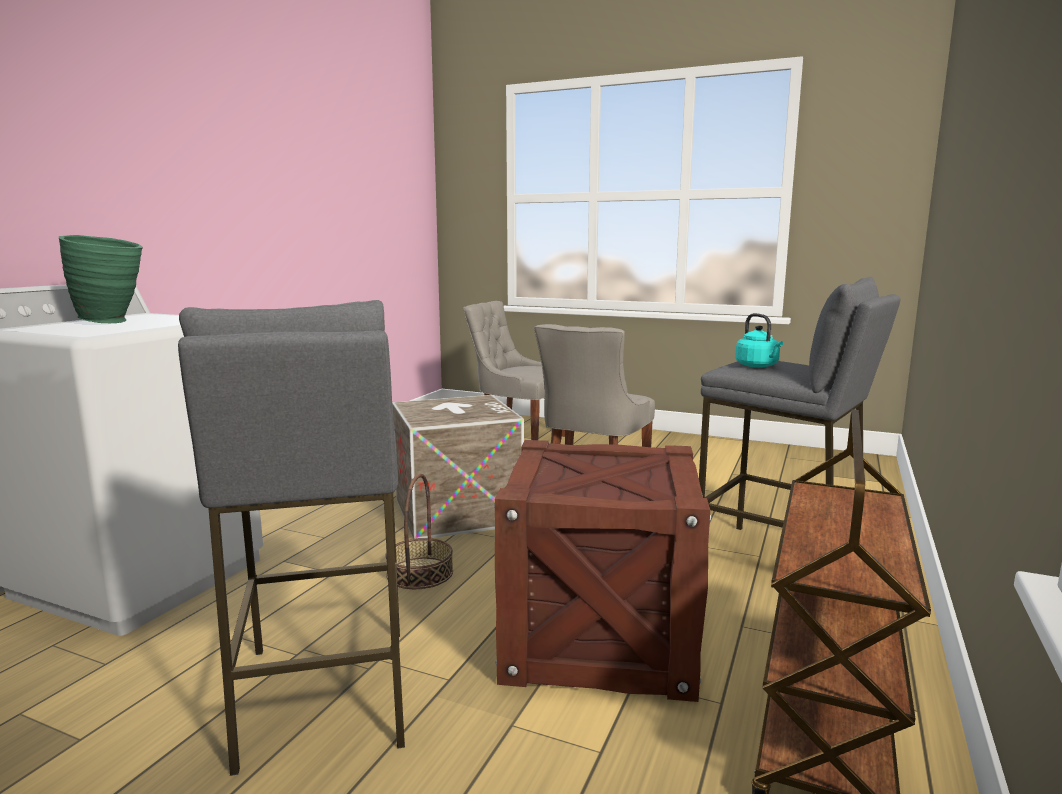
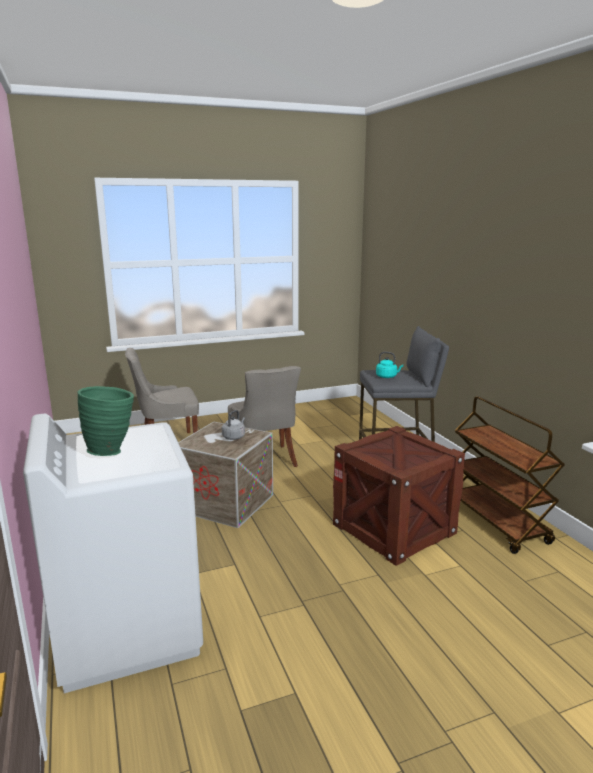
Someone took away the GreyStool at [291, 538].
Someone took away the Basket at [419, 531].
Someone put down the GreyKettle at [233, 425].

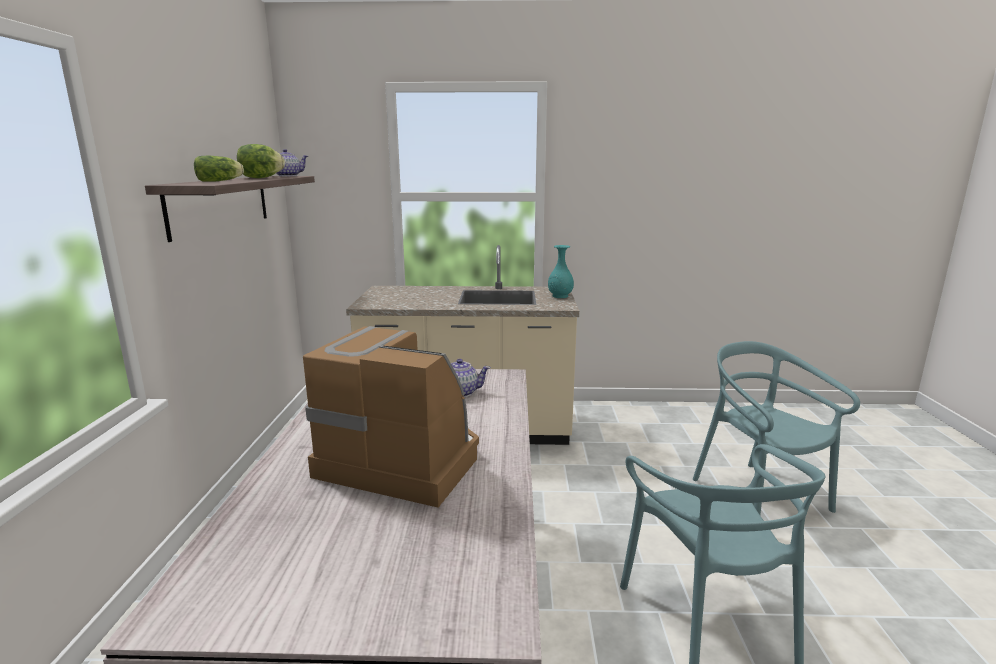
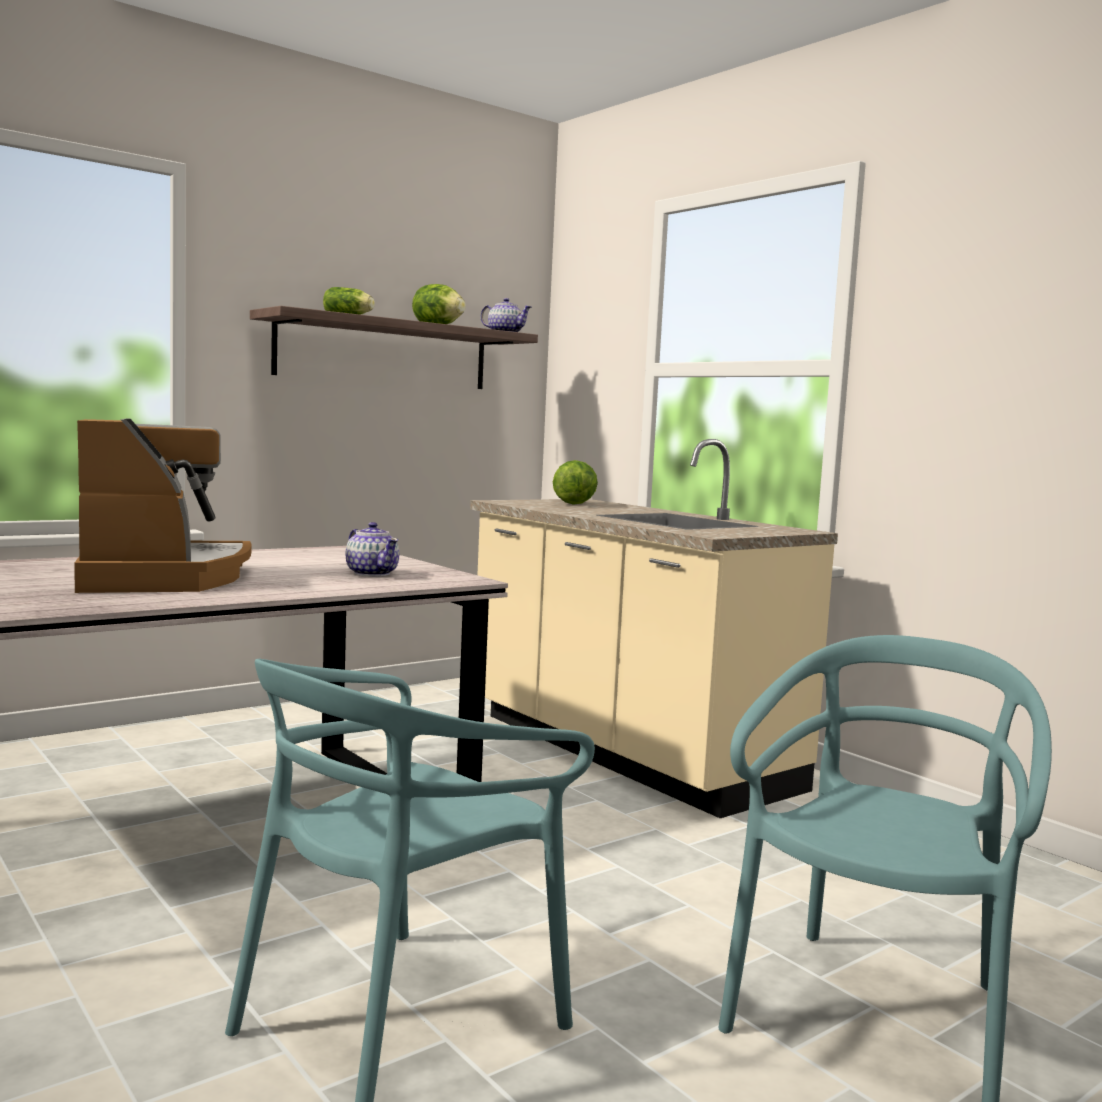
Someone took away the TurquoiseVase at [561, 271].
Someone put down the Lettuce at [575, 482].

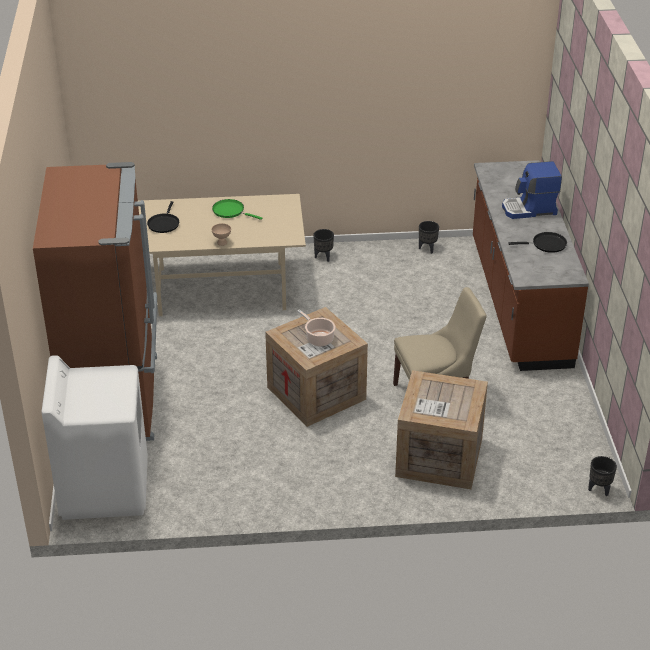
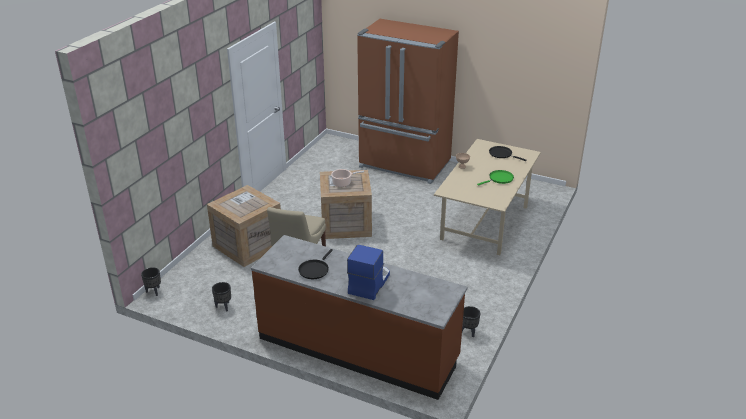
Someone took away the WhiteWashingMachine at [94, 437].
Someone carried the BlackPlanter from [323, 245] to [221, 297].

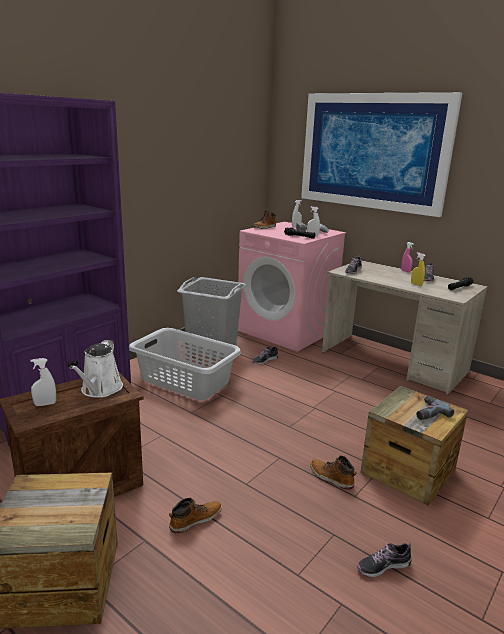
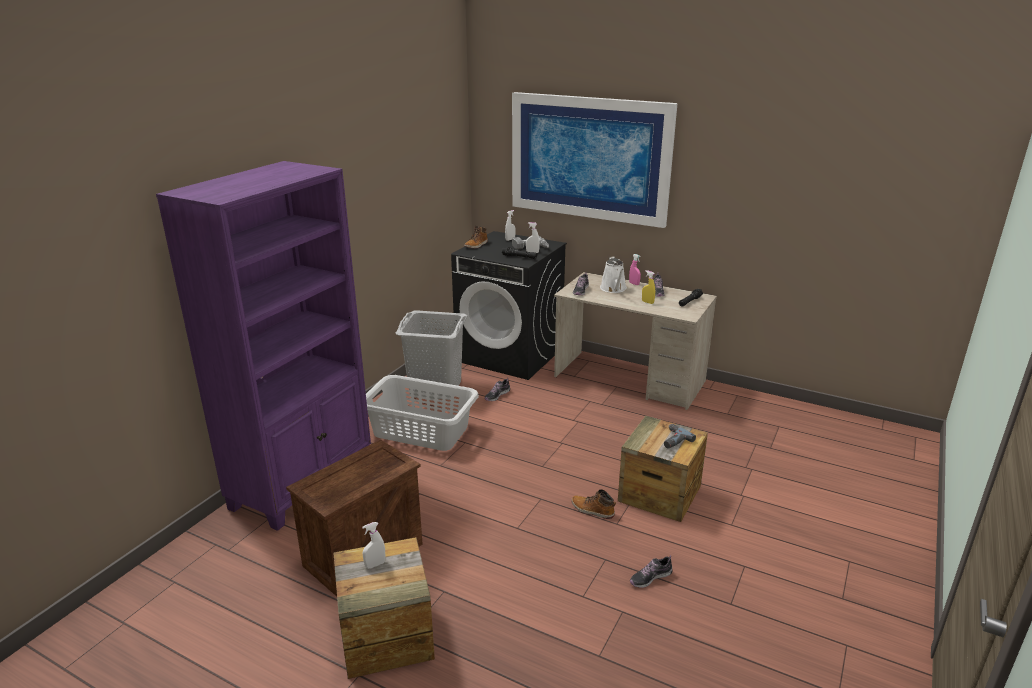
Someone carried the WhiteSprayBottle from [43, 382] to [374, 545].
Someone carried the WhiteWateringCan from [96, 369] to [613, 274].
Someone took away the Boot at [195, 515].
Someone repainted the PinkWashingMachine at [292, 287], which became the BlackWashingMachine at [509, 305].

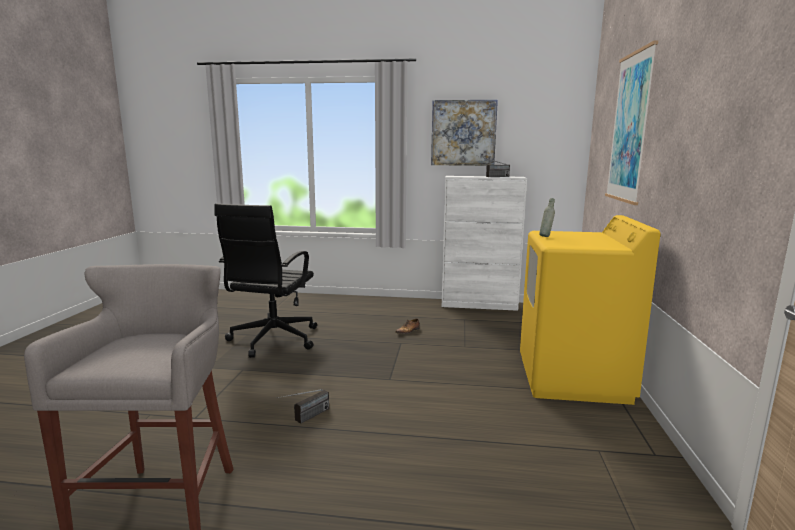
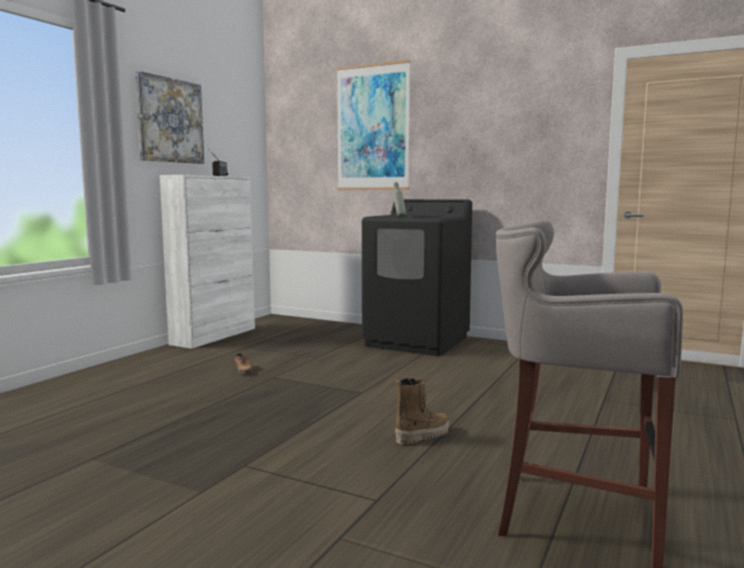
Someone took away the BlackOfficeChair at [265, 281].
Someone swapped the Radio at [302, 406] for the Boot at [422, 411].
Someone repainted the YellowWashingMachine at [590, 310], which became the BlackWashingMachine at [417, 277].

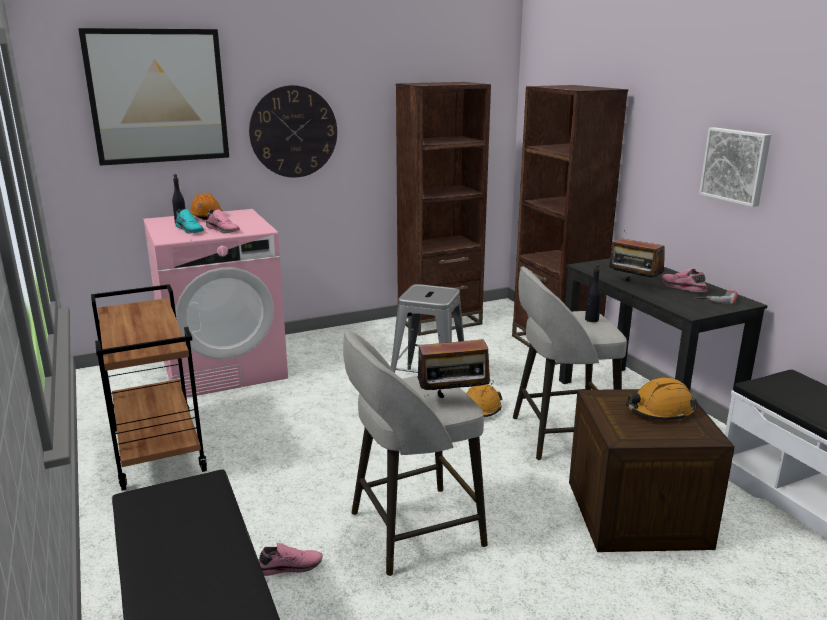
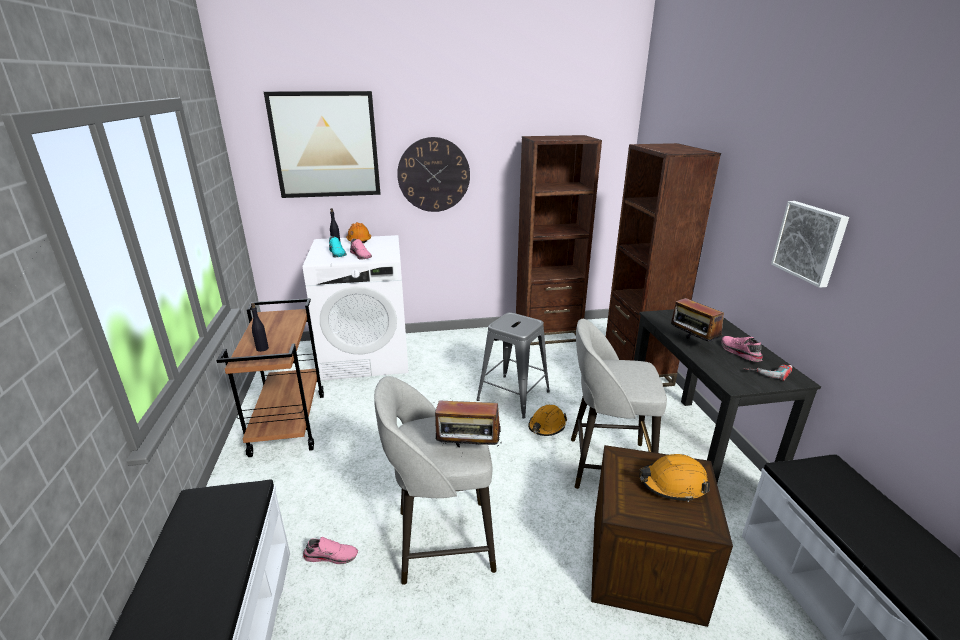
Someone repainted the PinkWashingMachine at [215, 303], which became the WhiteWashingMachine at [356, 308].
Someone carried the BlackBottle from [593, 293] to [260, 327].

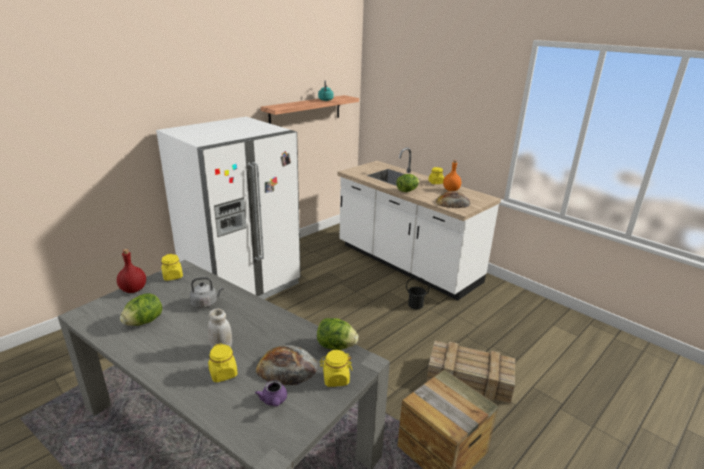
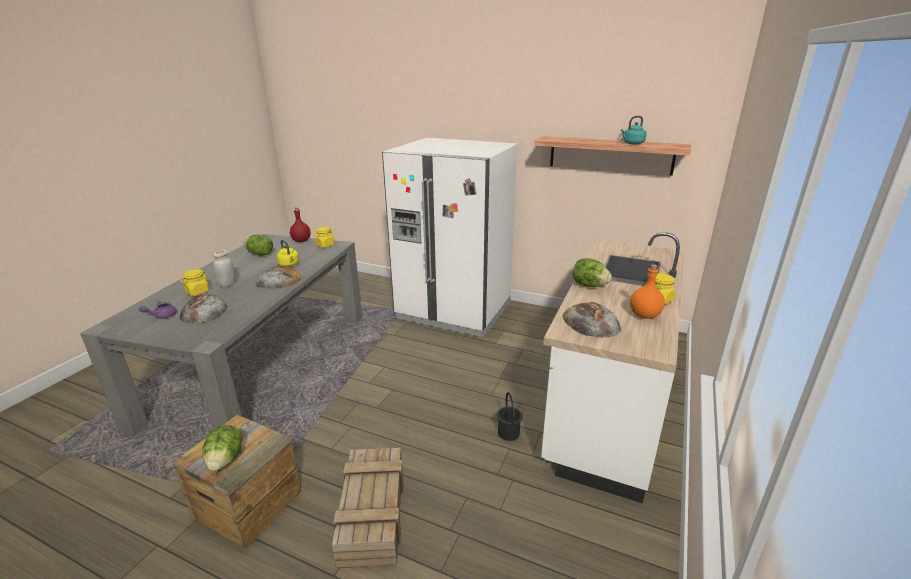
Someone repainted the GreyKettle at [207, 292], which became the YellowKettle at [287, 253].
Someone carried the Lettuce from [337, 334] to [222, 448].
Someone took away the YellowJar at [336, 368].
Someone put down the Bread at [278, 277].

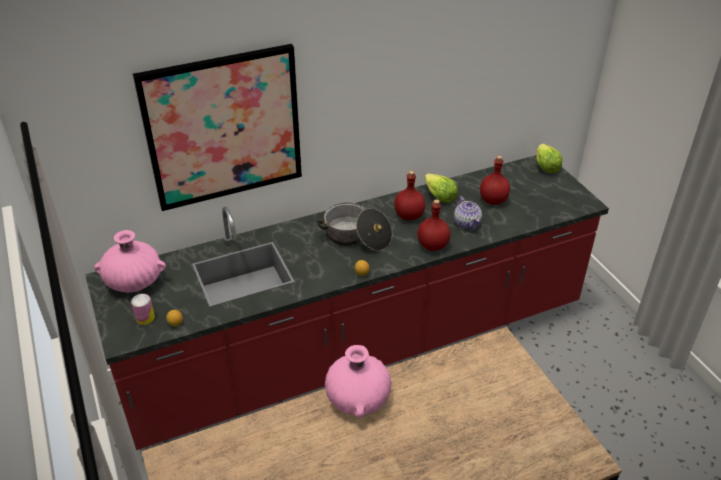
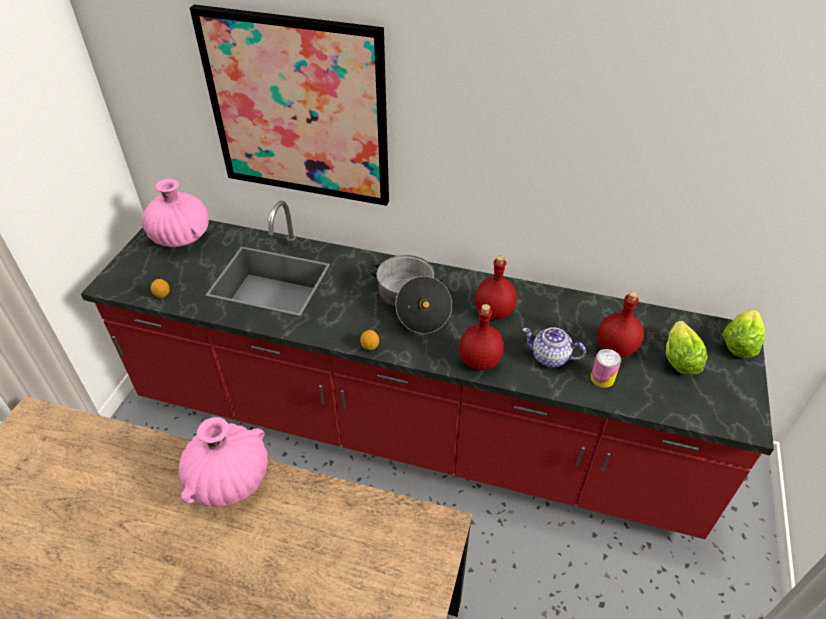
Someone carried the Can from [143, 309] to [606, 368].
Someone carried the Lettuce from [441, 188] to [687, 348].
Someone rotated the Teapot at [468, 213] by 90 degrees clockwise.

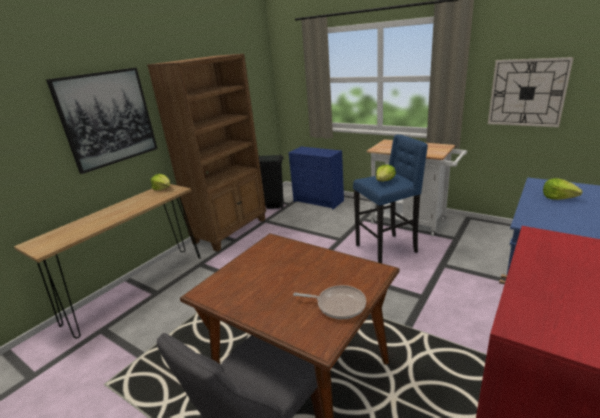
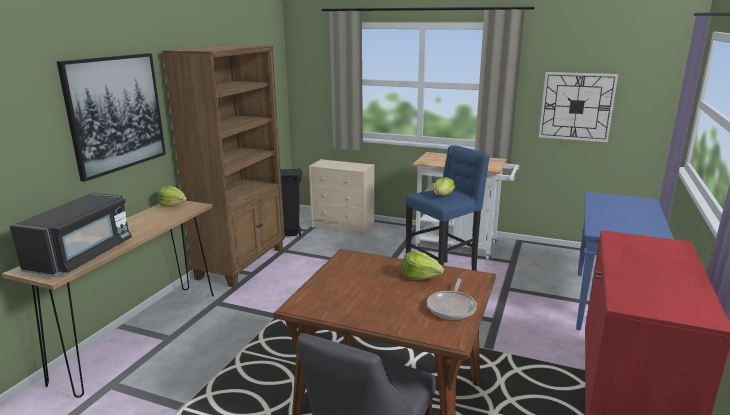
Someone repainted the BlueDresser at [316, 178], which became the BeigeDresser at [342, 197].
Someone rotated the FryingPan at [329, 302] by 105 degrees clockwise.
Someone carried the Lettuce from [562, 189] to [422, 265].
Someone put down the BlackMicrowave at [71, 234].

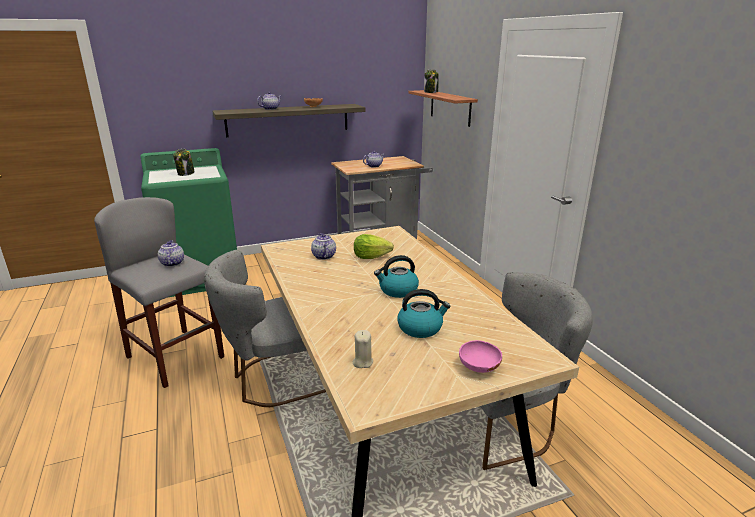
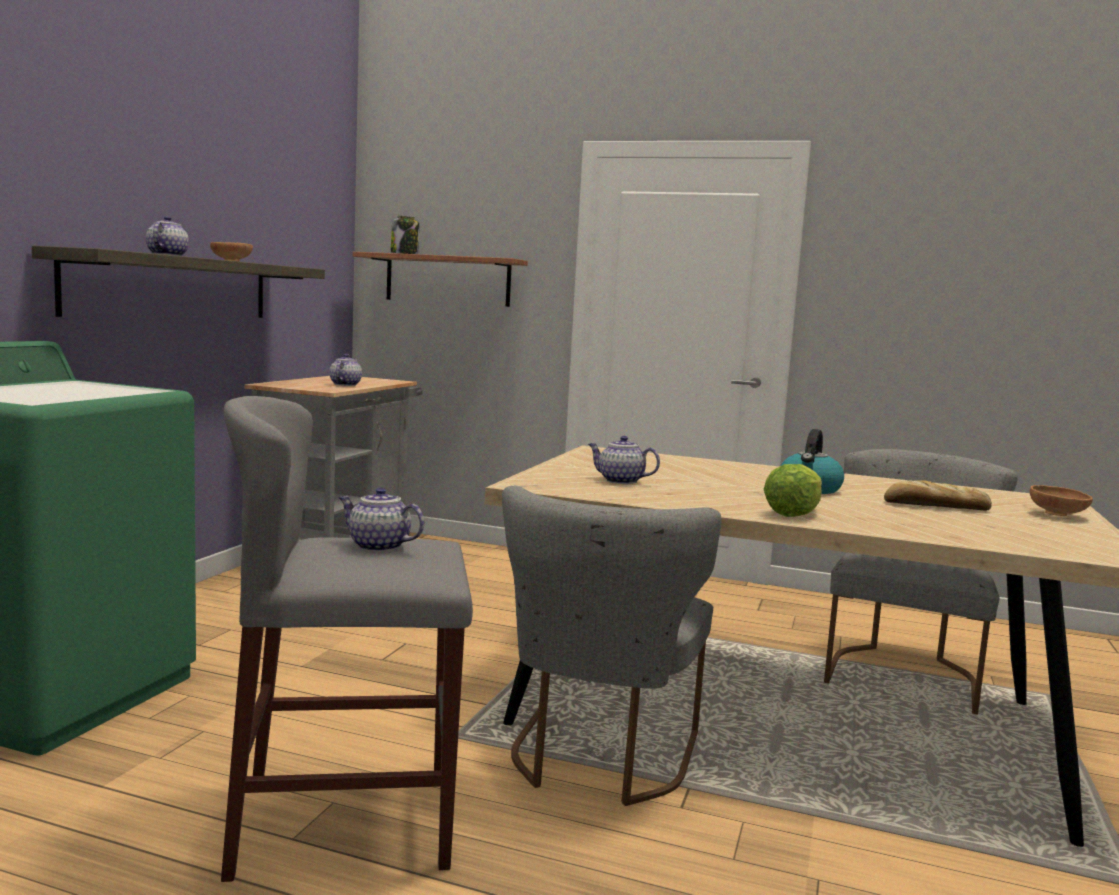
Someone took away the Jar at [184, 162].
Someone took away the BeigeCandle at [363, 349].
Someone carried the Lettuce from [374, 246] to [793, 490].
Someone swapped the Kettle at [424, 313] for the Bread at [938, 495].
Someone repainted the PinkBowl at [480, 356], which became the BrownBowl at [1061, 500].

